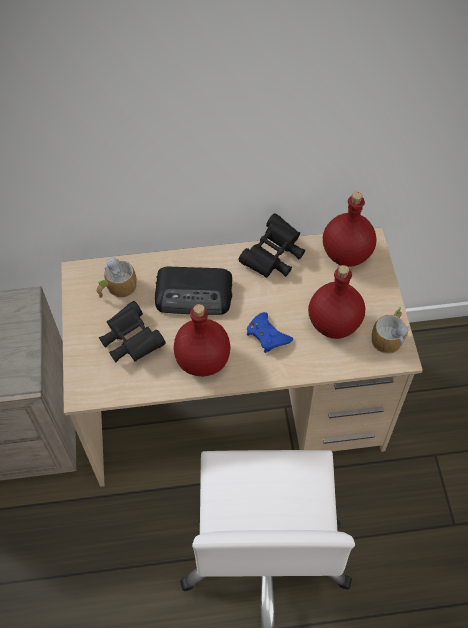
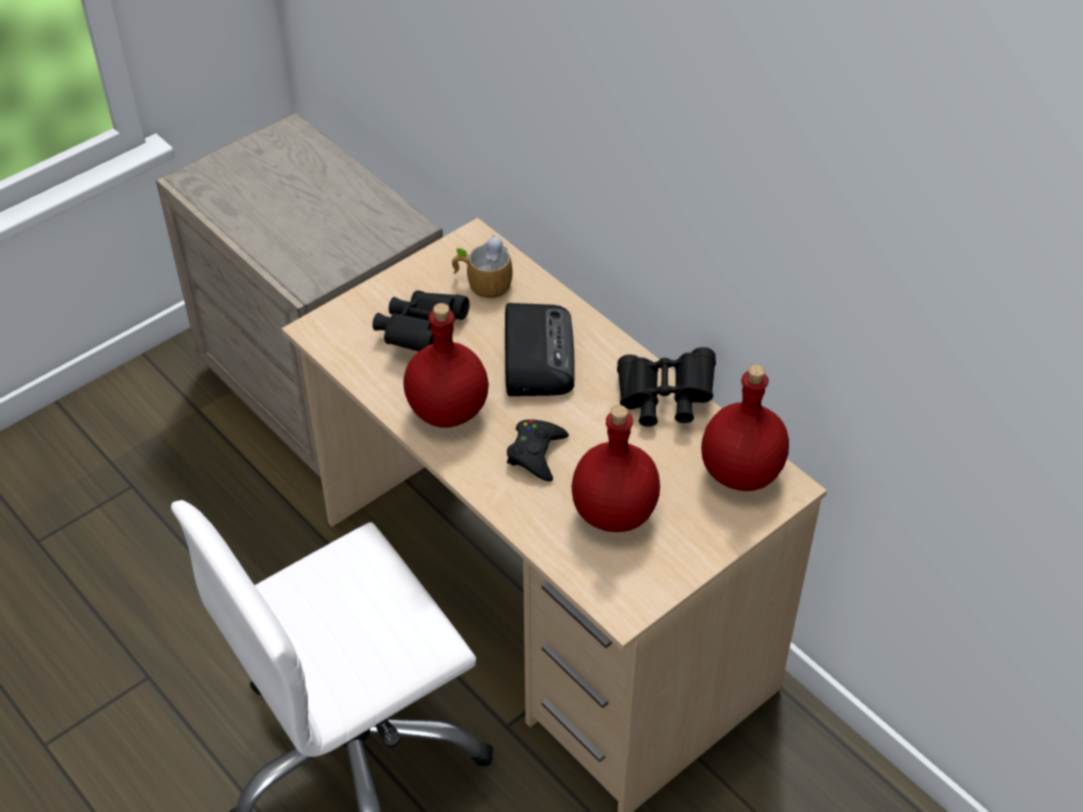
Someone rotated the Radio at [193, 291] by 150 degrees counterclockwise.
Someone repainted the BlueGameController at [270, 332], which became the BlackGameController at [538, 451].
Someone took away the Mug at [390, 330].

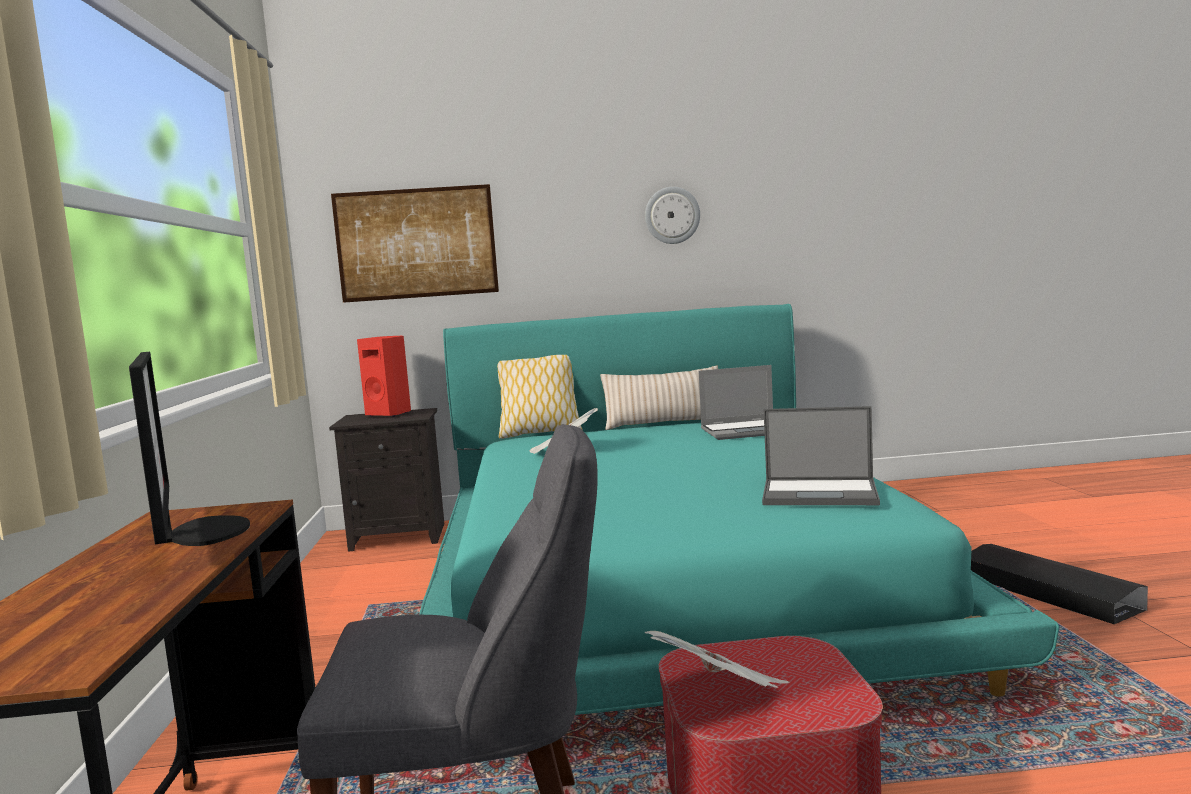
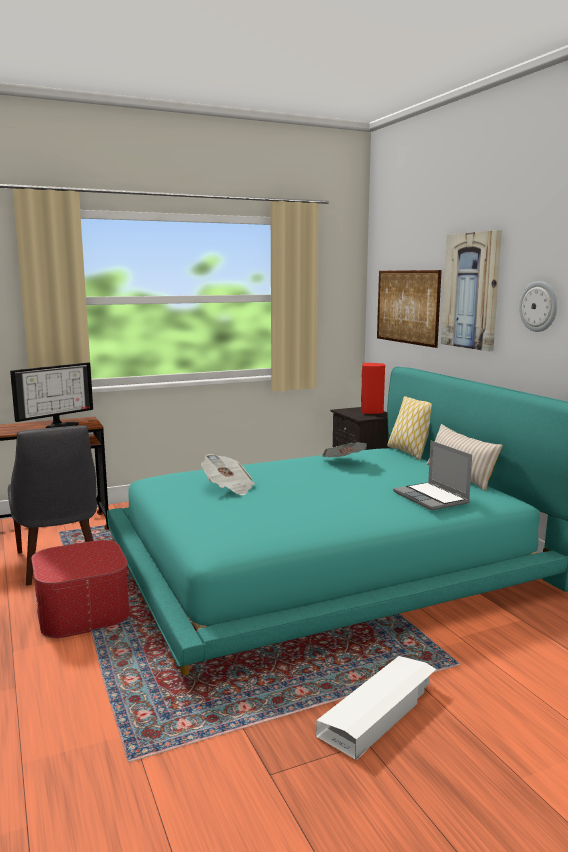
Someone carried the Newspaper from [716, 659] to [228, 474].
Someone took away the Laptop at [821, 455].
Someone repainted the BlackStorageBox at [1059, 584], which became the WhiteStorageBox at [376, 708].
Someone put up the Picture at [471, 290].

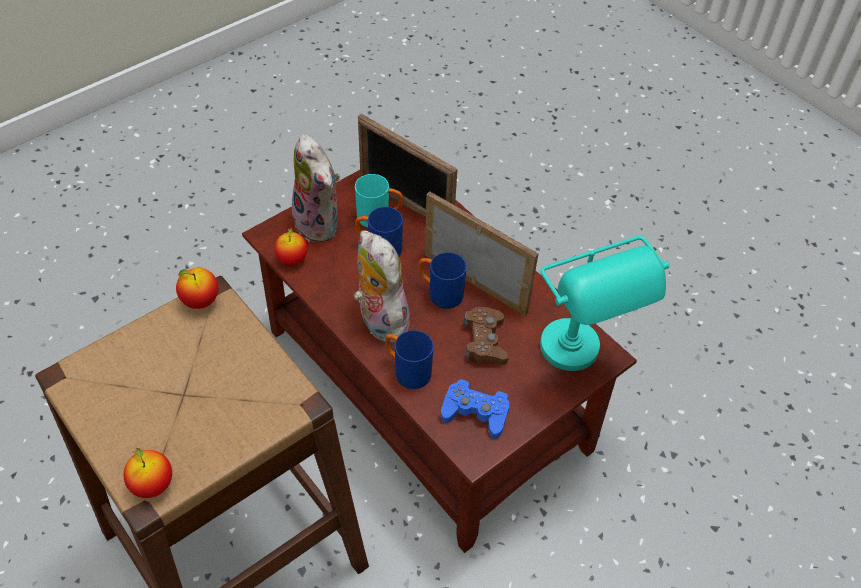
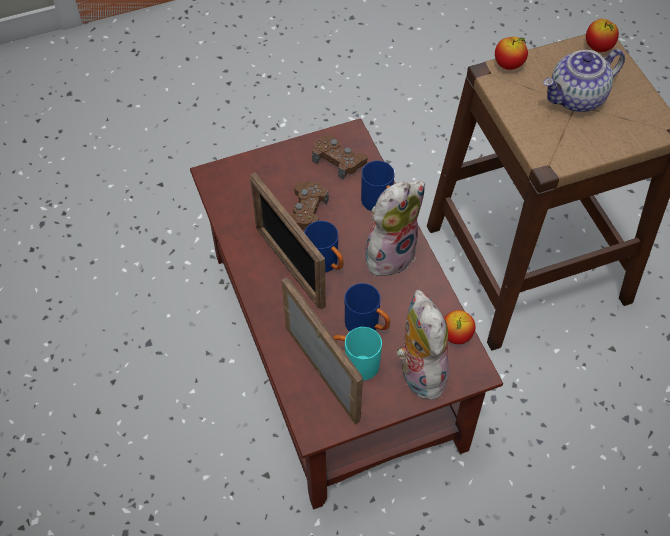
Someone carried the Apple from [197, 288] to [511, 53].
Someone rotated the PlushToy at [382, 286] by 120 degrees counterclockwise.
Someone repainted the BlueGameController at [475, 409], which became the BrownGameController at [339, 157].
Someone took away the TurquoiseTableLamp at [604, 303].
Someone put down the Teapot at [584, 80].

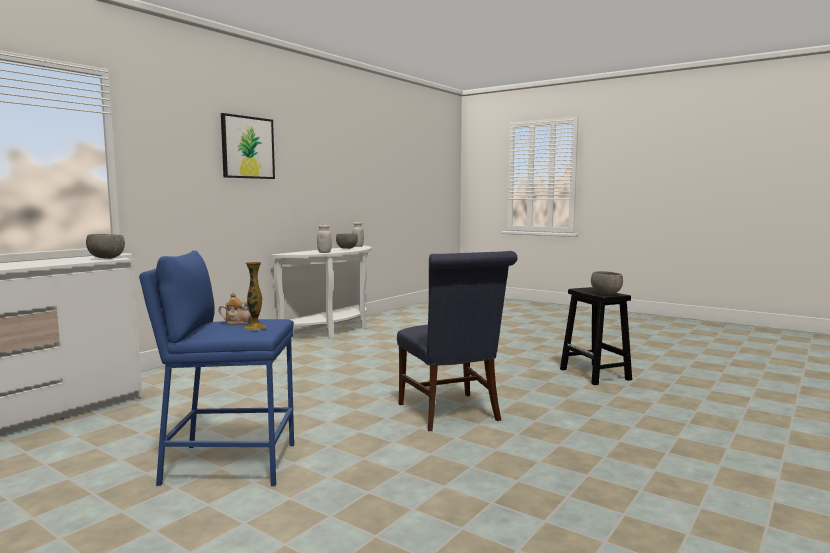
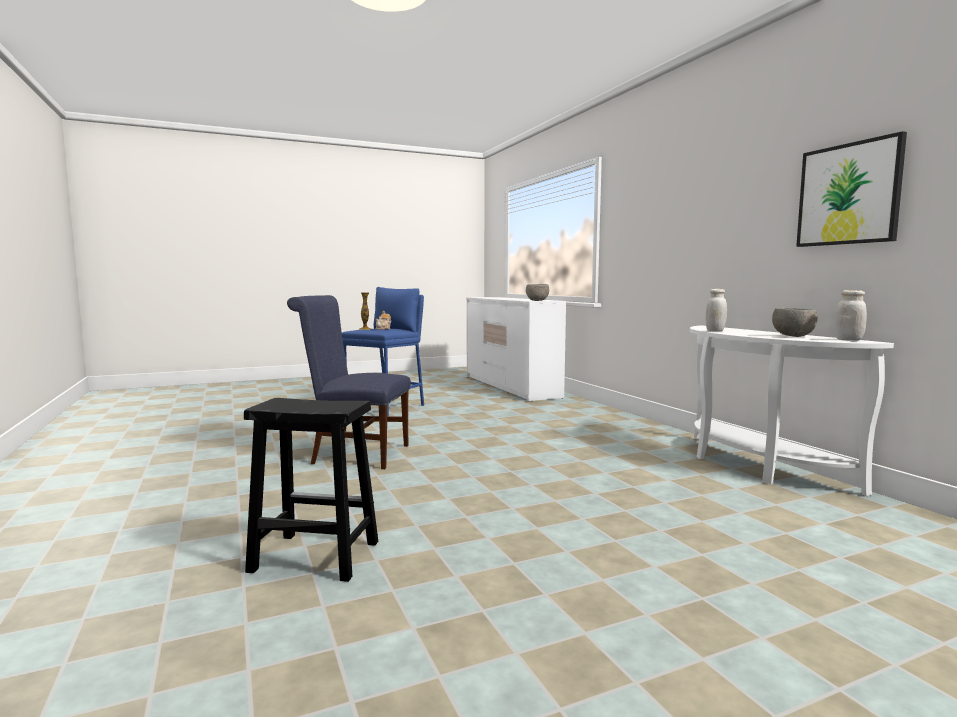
Someone carried the Picture from [248, 146] to [851, 189].
Someone took away the GreyBowl at [607, 283].

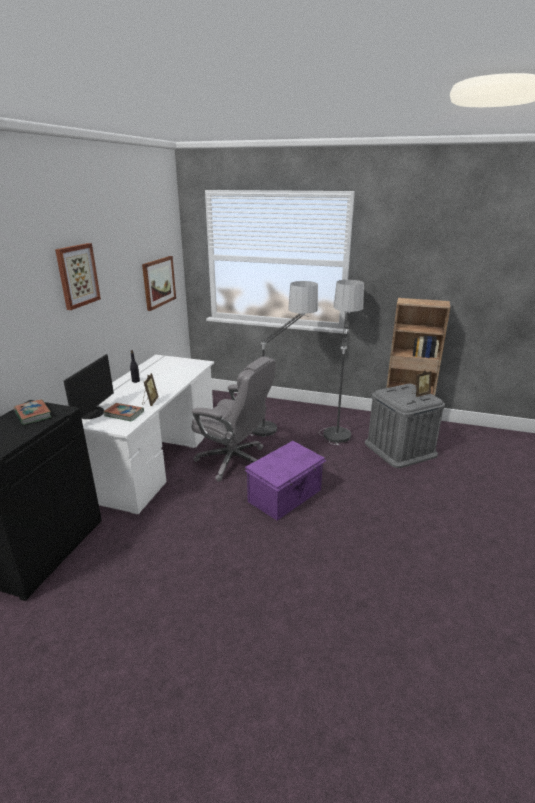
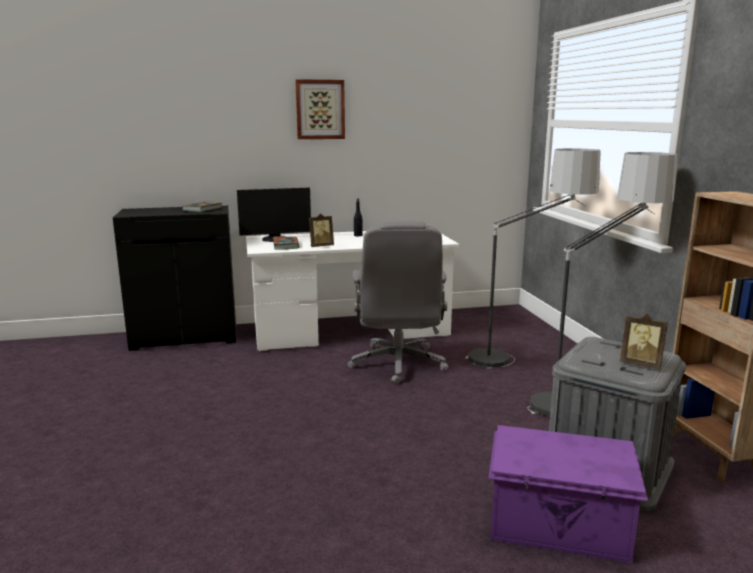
Someone took away the Picture at [159, 283].
Someone carried the PurpleStorageBox from [286, 480] to [568, 494].

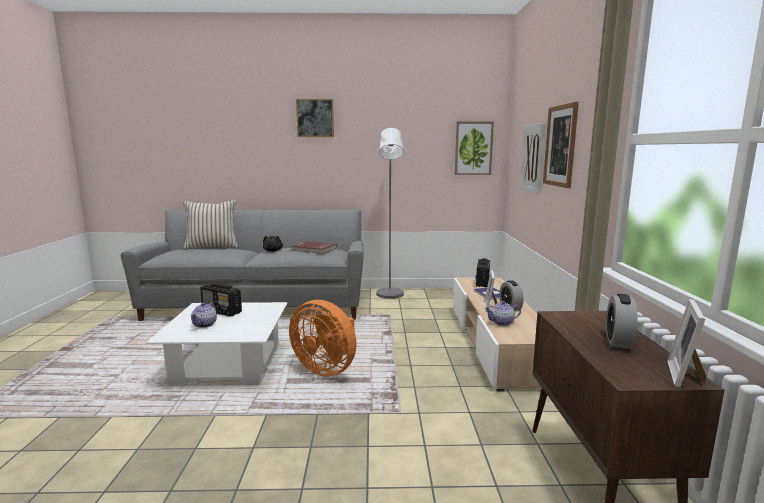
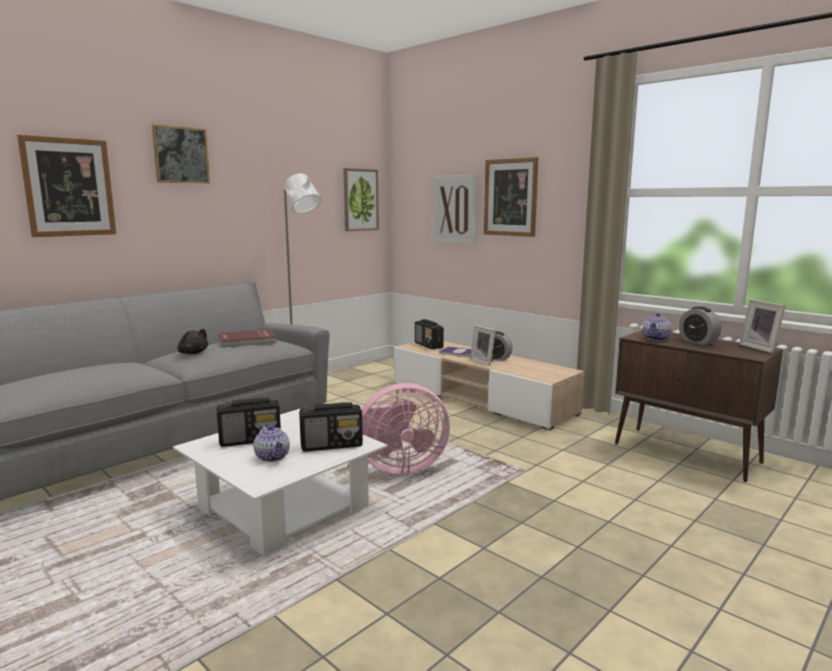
Someone took away the BeigePillow at [210, 225].
Someone repainted the OrangeFan at [323, 338], which became the PinkFan at [405, 429].
Someone carried the Teapot from [503, 313] to [657, 327].
Someone put up the Picture at [66, 186].
Someone put down the Radio at [331, 427].

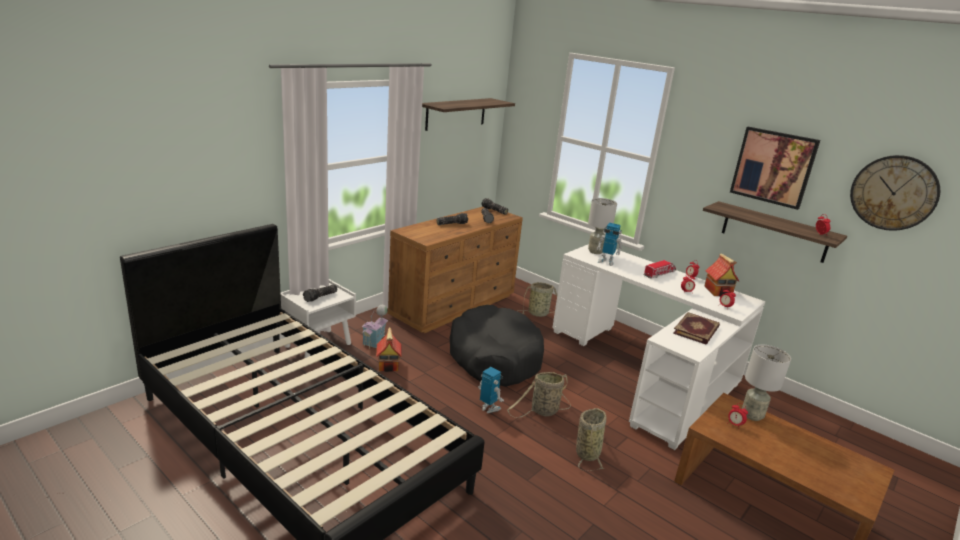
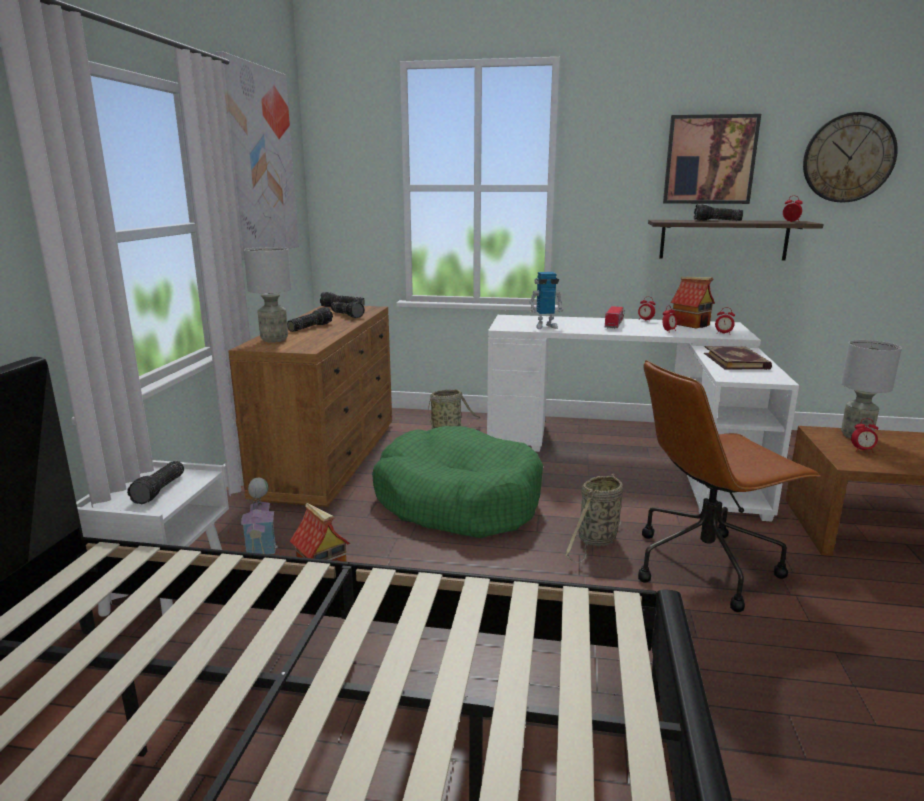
Someone swapped the Shelf at [468, 114] for the Picture at [257, 155].
Someone repainted the BlackDogBed at [497, 346], which became the GreenDogBed at [457, 482].
Someone took away the ToyRobot at [491, 390].
Someone swapped the Basket at [591, 439] for the BrownOfficeChair at [729, 486].
Someone carried the GreyTableLamp from [602, 226] to [268, 295].
Someone put down the Flashlight at [718, 212].

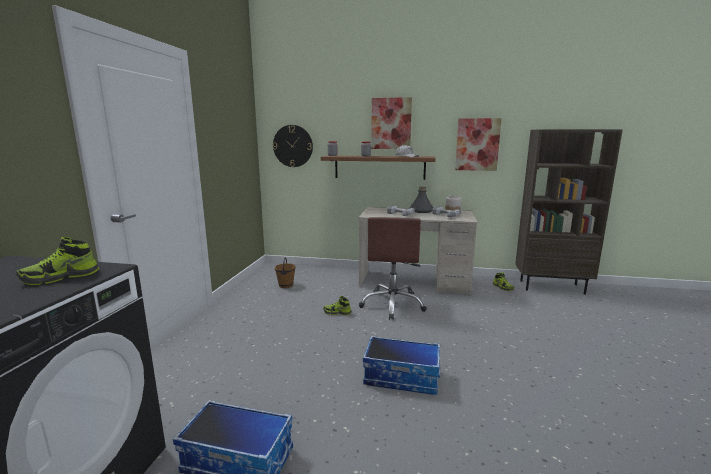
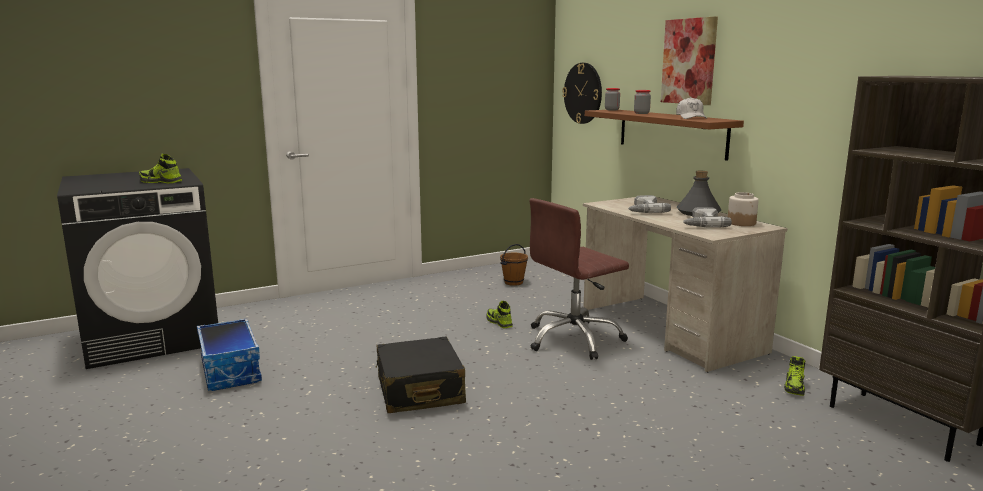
Someone swapped the StorageBox at [401, 365] for the BlackSuitcase at [420, 375].
Someone took away the Picture at [478, 144].

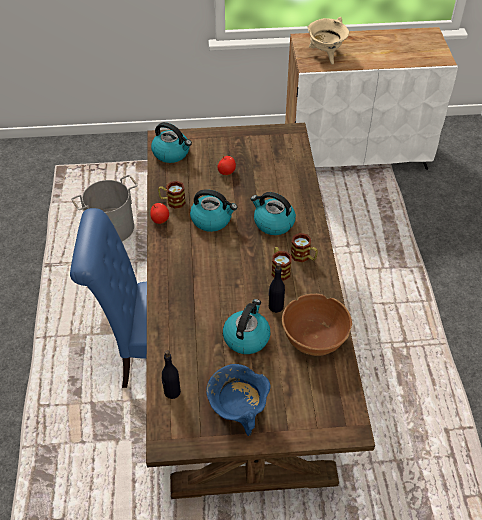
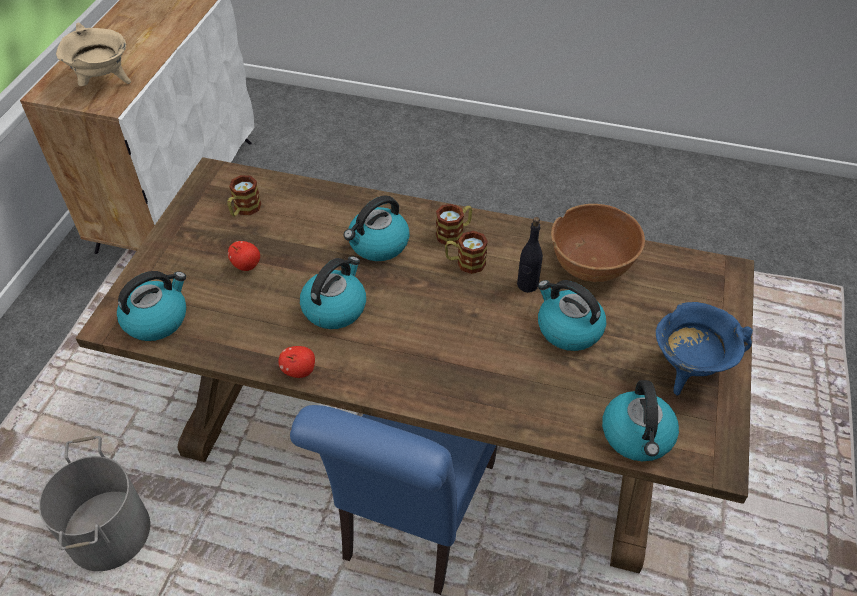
Someone carried the Mug from [172, 195] to [244, 196].
Someone swapped the BlackBottle at [171, 374] for the Kettle at [640, 420].

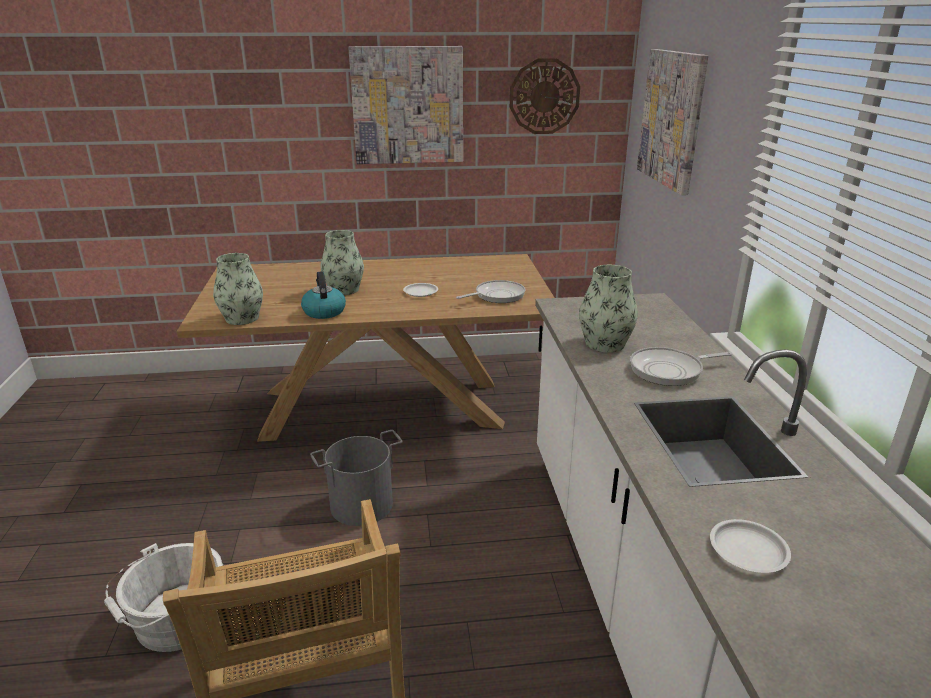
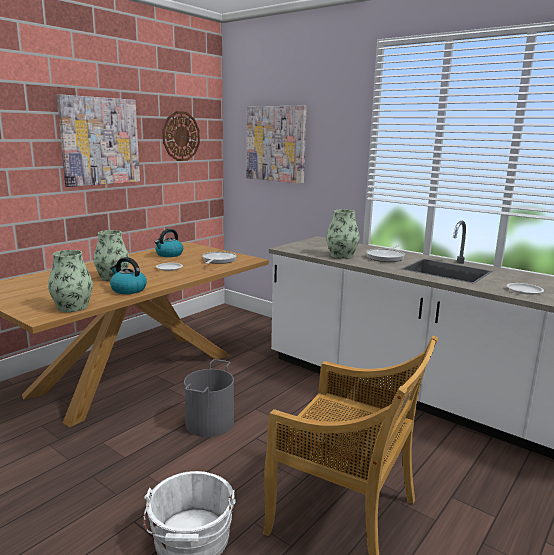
Someone put down the Kettle at [169, 243].

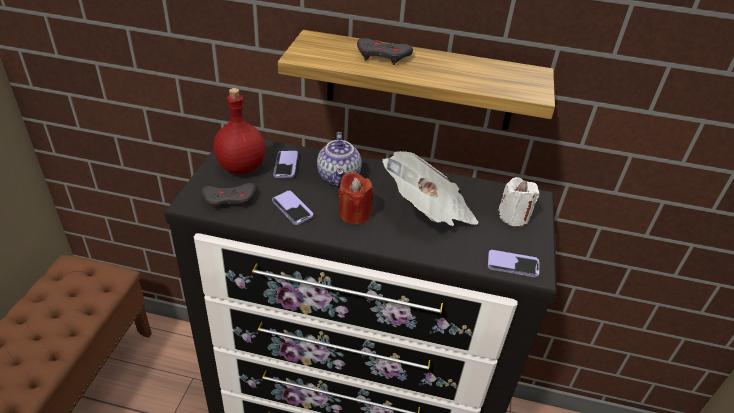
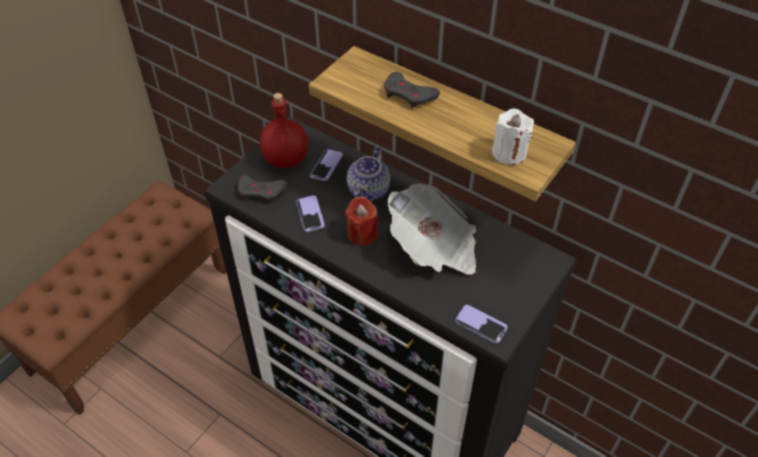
Someone carried the WhiteCandle from [519, 201] to [513, 137].

